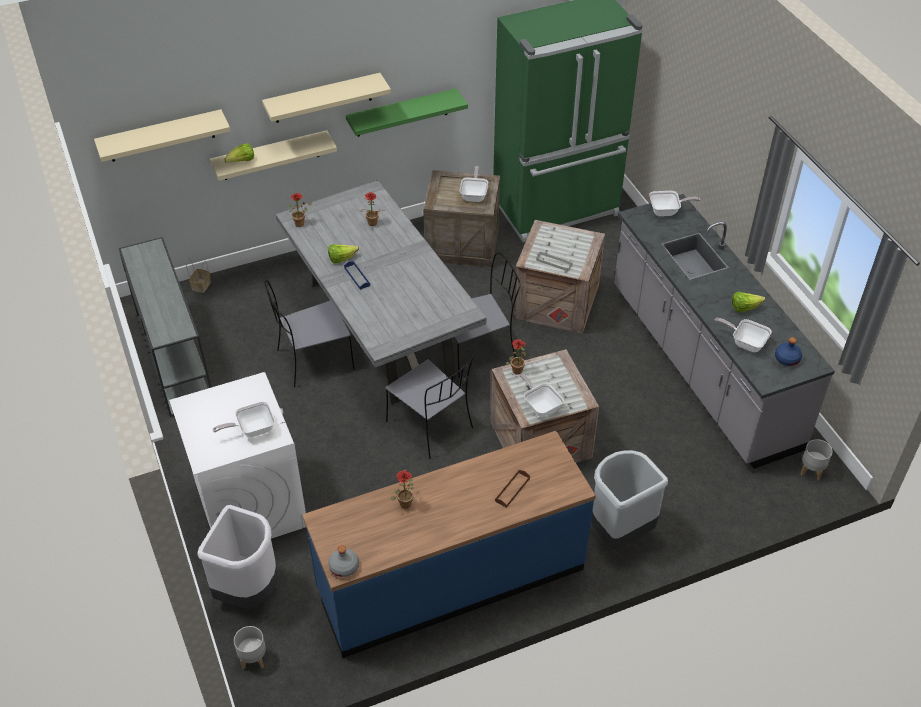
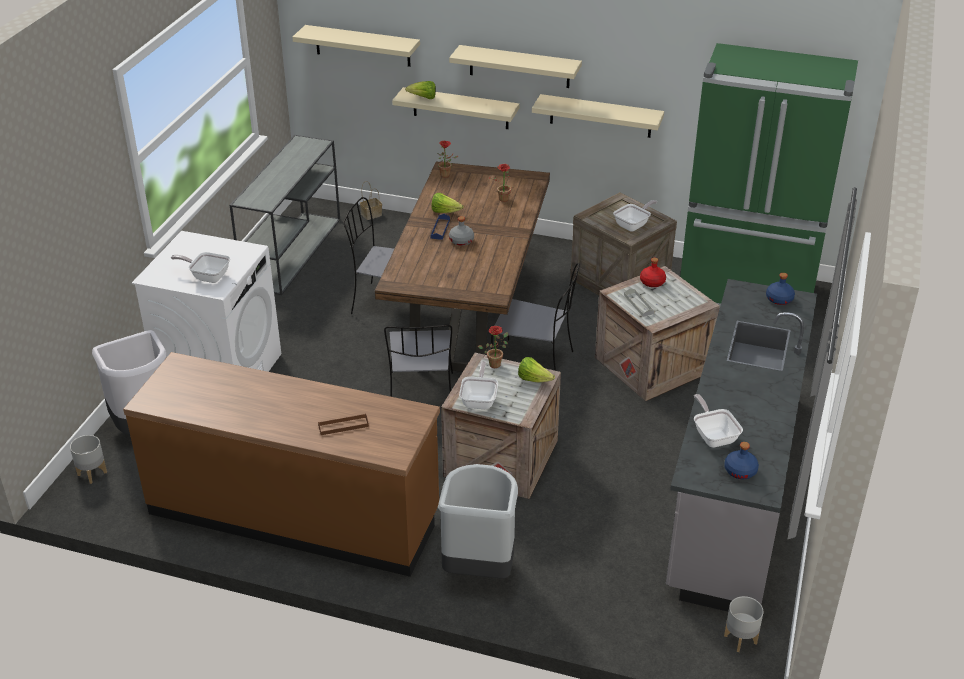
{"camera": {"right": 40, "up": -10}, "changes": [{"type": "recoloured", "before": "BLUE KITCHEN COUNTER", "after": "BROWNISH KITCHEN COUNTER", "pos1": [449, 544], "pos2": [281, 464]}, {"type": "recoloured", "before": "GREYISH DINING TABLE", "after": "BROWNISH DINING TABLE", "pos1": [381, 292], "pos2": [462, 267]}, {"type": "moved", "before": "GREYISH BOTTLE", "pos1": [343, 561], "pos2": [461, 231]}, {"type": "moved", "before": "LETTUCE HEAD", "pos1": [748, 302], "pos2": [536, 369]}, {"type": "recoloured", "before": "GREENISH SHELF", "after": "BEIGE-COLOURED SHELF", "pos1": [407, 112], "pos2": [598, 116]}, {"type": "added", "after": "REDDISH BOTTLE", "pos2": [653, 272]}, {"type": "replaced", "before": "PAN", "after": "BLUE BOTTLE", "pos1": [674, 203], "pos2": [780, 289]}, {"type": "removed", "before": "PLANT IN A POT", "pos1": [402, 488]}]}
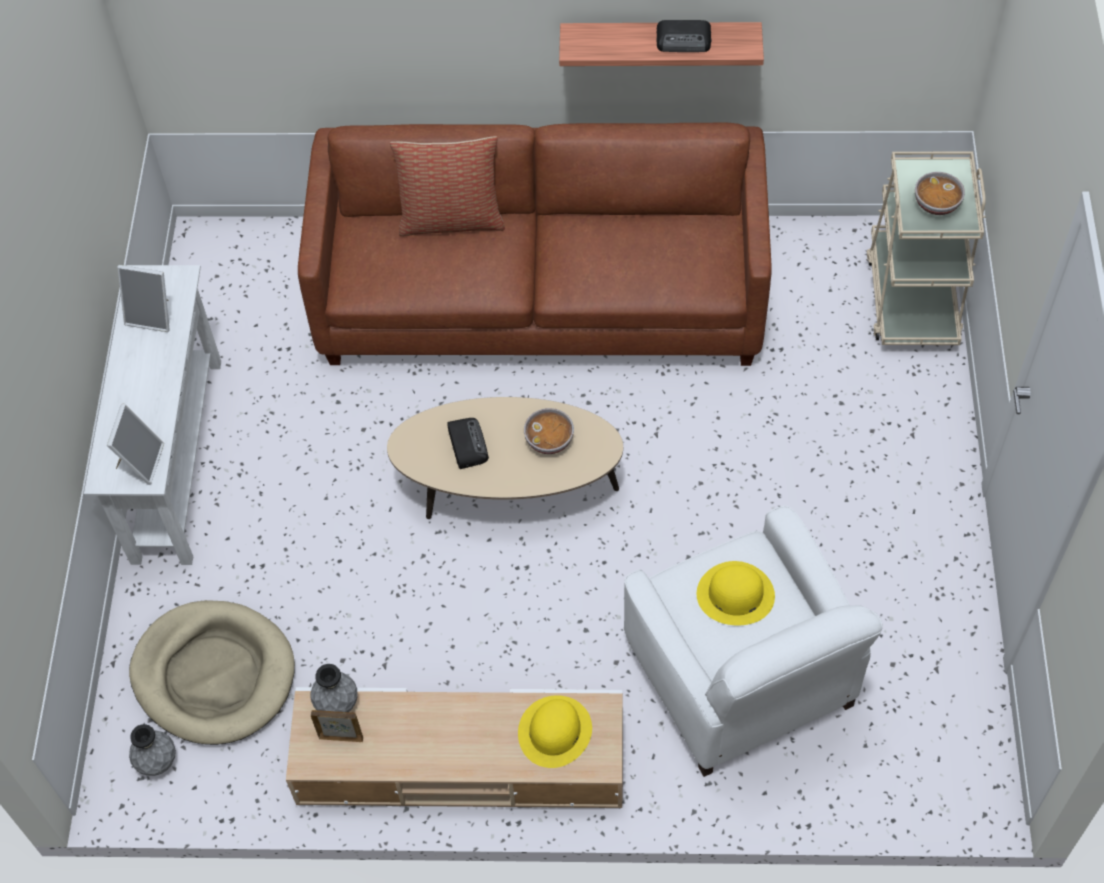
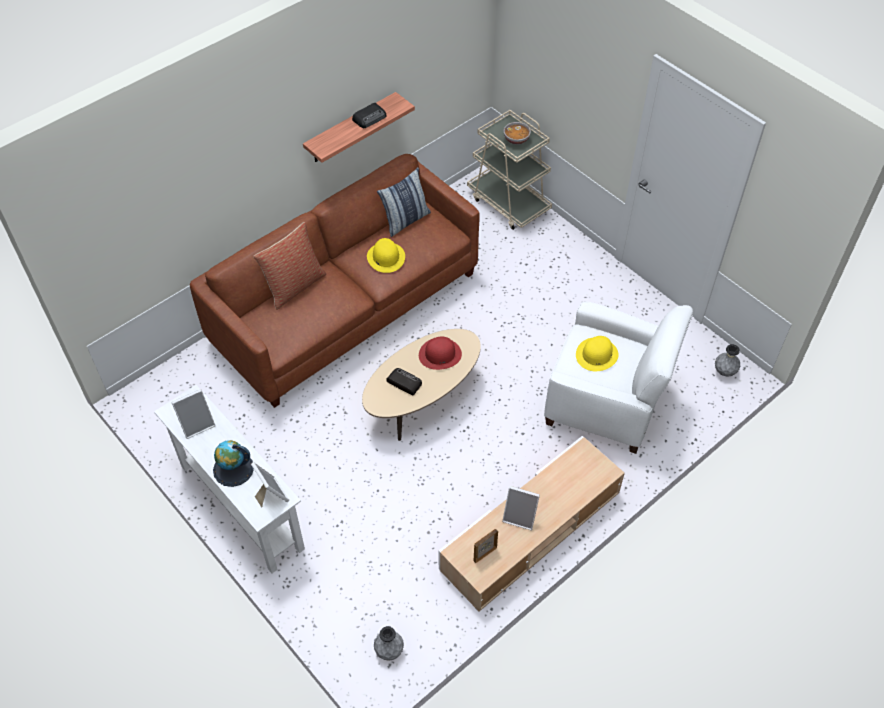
{"camera": {"right": -45, "up": -5}, "changes": [{"type": "added", "after": "GLOBE", "pos2": [233, 463]}, {"type": "moved", "before": "YELLOW-COLOURED HAT", "pos1": [555, 731], "pos2": [386, 255]}, {"type": "added", "after": "THROW PILLOW", "pos2": [404, 202]}, {"type": "replaced", "before": "SERVING BOWL", "after": "REDDISH HAT", "pos1": [549, 431], "pos2": [440, 353]}, {"type": "added", "after": "PHOTO FRAME", "pos2": [521, 508]}, {"type": "moved", "before": "GREYISH DECORATIVE VASE", "pos1": [334, 688], "pos2": [727, 360]}, {"type": "removed", "before": "BEIGE-COLOURED DOG CUSHION", "pos1": [212, 672]}]}
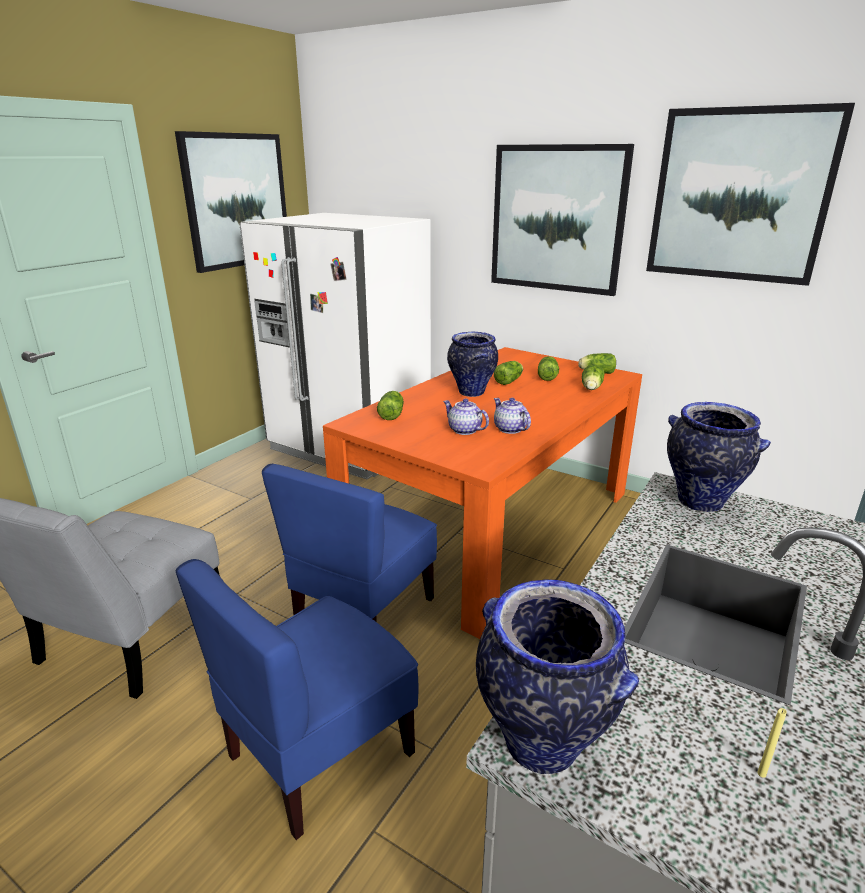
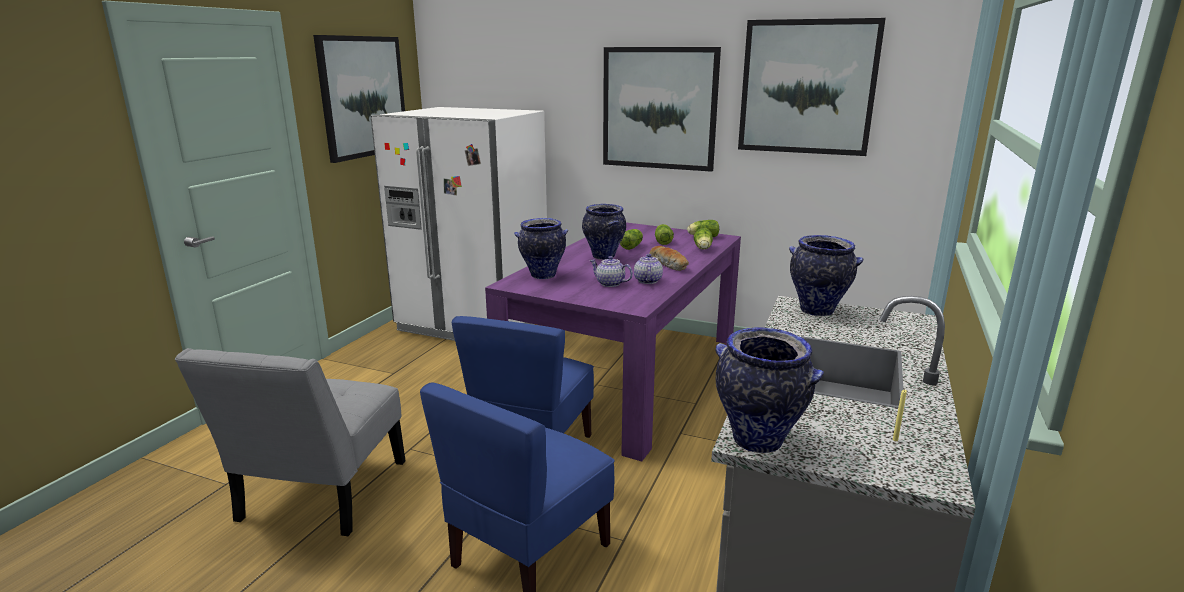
{"camera": {"right": -10, "up": -5}, "changes": [{"type": "recoloured", "before": "ORANGE DINING TABLE", "after": "PURPLE-COLOURED DINING TABLE", "pos1": [482, 493], "pos2": [613, 342]}, {"type": "replaced", "before": "LETTUCE HEAD", "after": "DECORATIVE VASE", "pos1": [390, 405], "pos2": [541, 248]}, {"type": "turned", "before": "TEAPOT", "pos1": [512, 416], "pos2": [648, 269], "turn": 45}, {"type": "added", "after": "BAKERY BREAD", "pos2": [669, 258]}]}
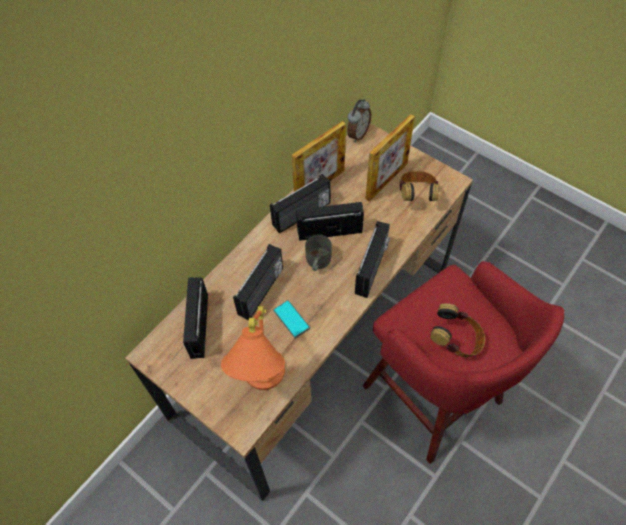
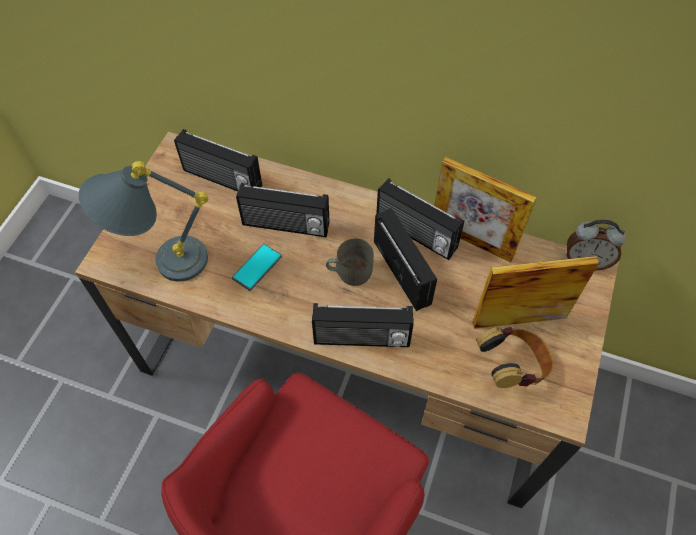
{"camera": {"right": 70, "up": 0}, "changes": [{"type": "recoloured", "before": "ORANGE LAMP FOR A TABLE", "after": "GREYISH LAMP FOR A TABLE", "pos1": [253, 348], "pos2": [143, 221]}, {"type": "turned", "before": "RADIO", "pos1": [195, 318], "pos2": [218, 160], "turn": -135}, {"type": "turned", "before": "PHOTO FRAME", "pos1": [390, 157], "pos2": [536, 292], "turn": 150}, {"type": "removed", "before": "PAIR OF HEADPHONES", "pos1": [457, 330]}]}
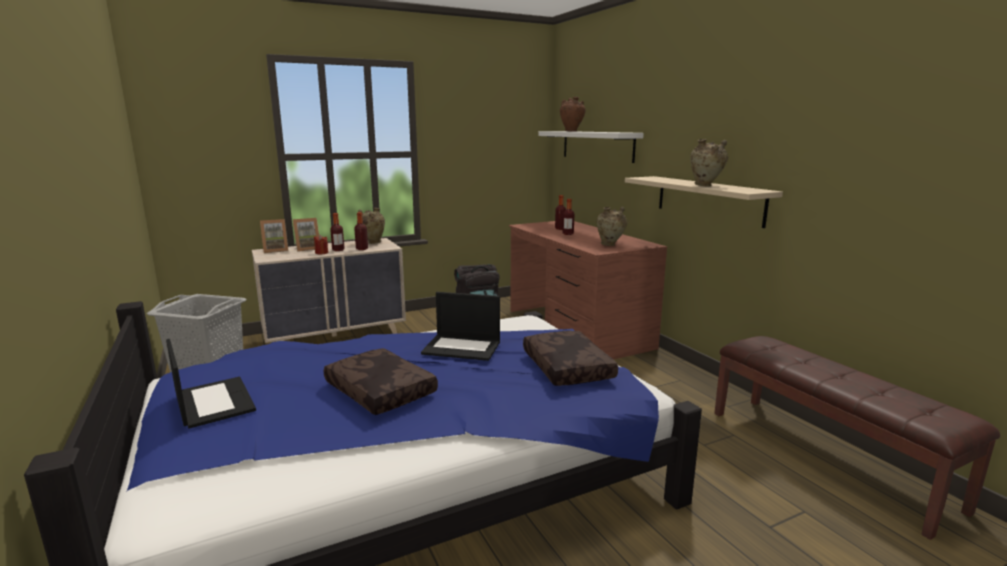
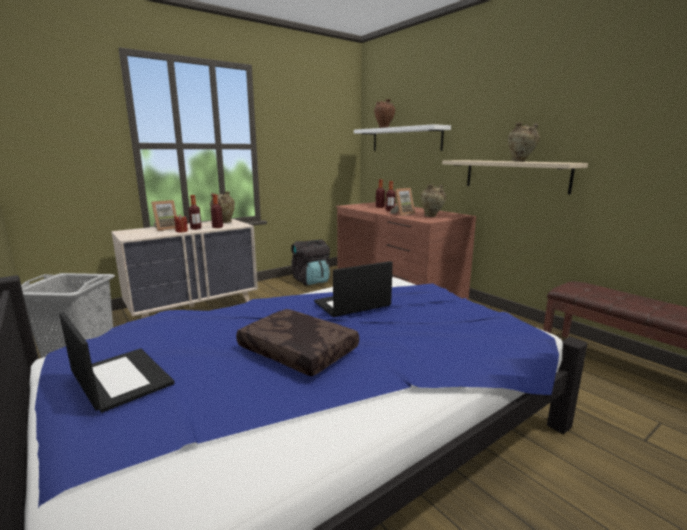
{"camera": {"right": -10, "up": 0}, "changes": [{"type": "turned", "before": "LAPTOP", "pos1": [460, 326], "pos2": [353, 289], "turn": 150}, {"type": "moved", "before": "PHOTO FRAME", "pos1": [274, 236], "pos2": [402, 202]}, {"type": "removed", "before": "BROWNISH THROW PILLOW", "pos1": [570, 358]}]}
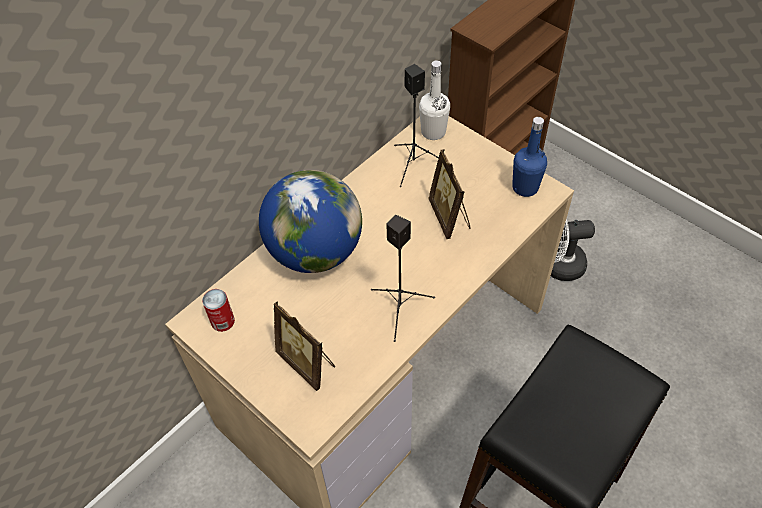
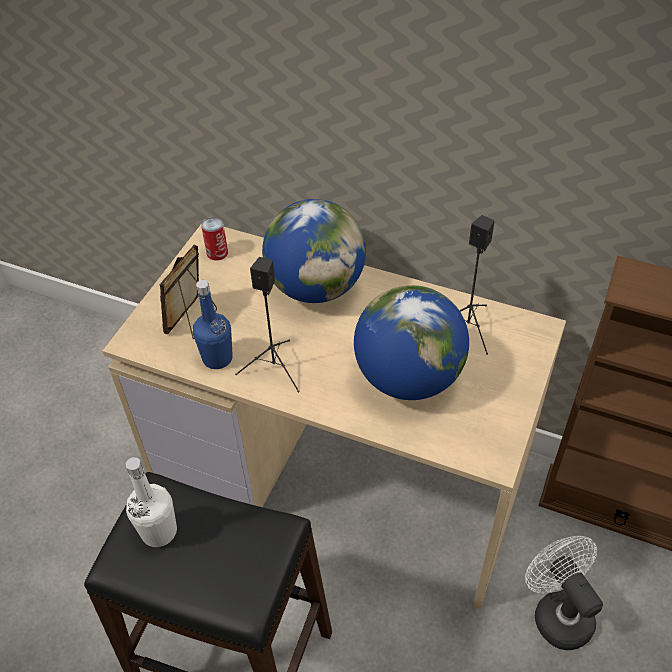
{"camera": {"right": 70, "up": -5}, "changes": [{"type": "moved", "before": "WHITE-COLOURED BOTTLE", "pos1": [434, 100], "pos2": [151, 502]}, {"type": "moved", "before": "BLUE BOTTLE", "pos1": [529, 157], "pos2": [213, 324]}, {"type": "replaced", "before": "PHOTO FRAME", "after": "GLOBE", "pos1": [449, 194], "pos2": [411, 342]}]}
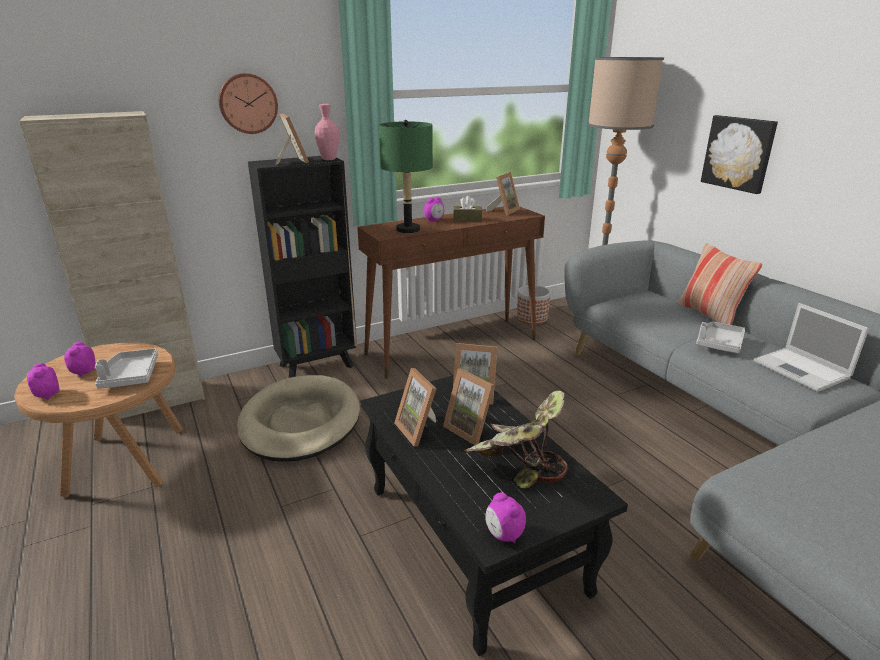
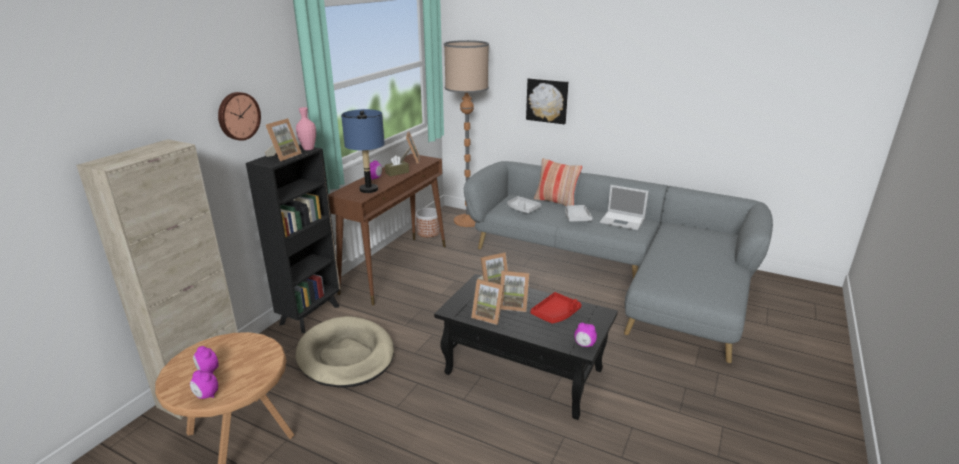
{"camera": {"right": -35, "up": 0}, "changes": [{"type": "turned", "before": "PHOTO FRAME", "pos1": [292, 139], "pos2": [283, 139], "turn": 90}, {"type": "recoloured", "before": "GREENISH LAMP FOR A TABLE", "after": "BLUE LAMP FOR A TABLE", "pos1": [406, 176], "pos2": [363, 151]}, {"type": "moved", "before": "GREYISH TRAY", "pos1": [126, 368], "pos2": [524, 204]}, {"type": "replaced", "before": "PLANT IN A POT", "after": "REDDISH TRAY", "pos1": [516, 439], "pos2": [556, 307]}]}
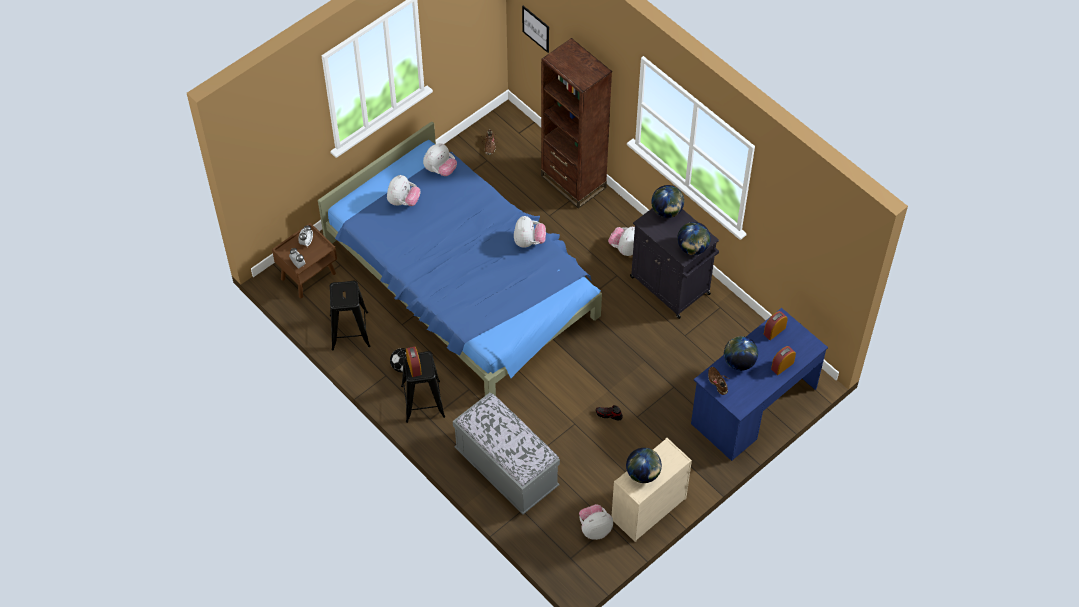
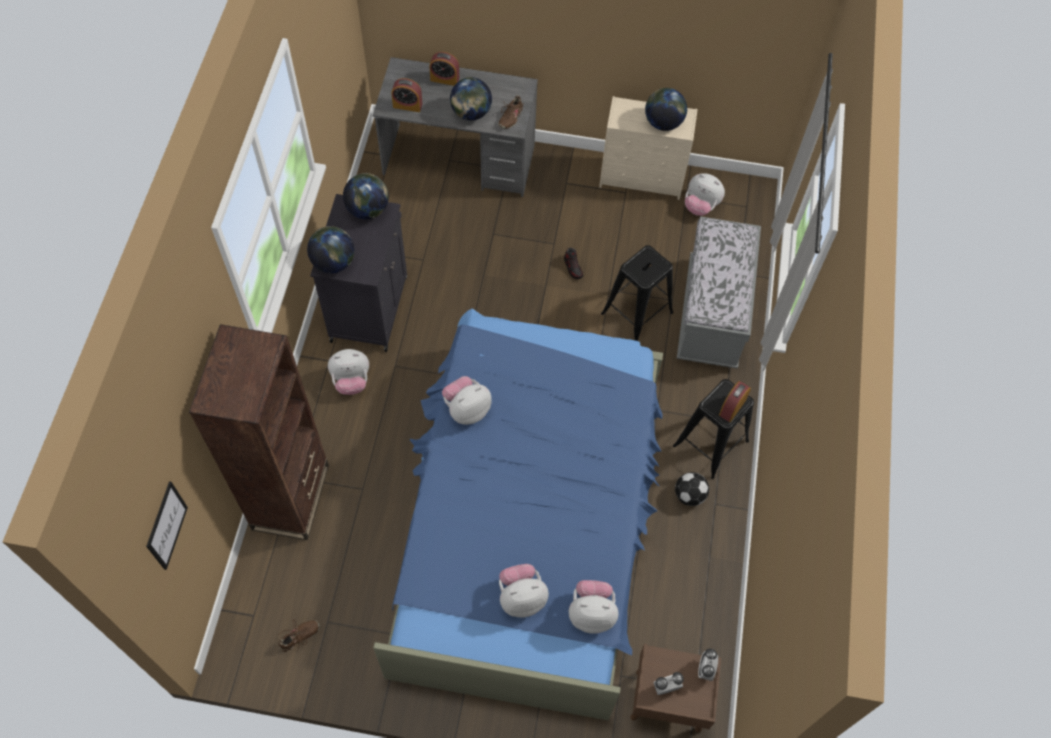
{"camera": {"right": -130, "up": 5}, "changes": [{"type": "recoloured", "before": "BLUE DESK", "after": "GREYISH DESK", "pos1": [759, 384], "pos2": [455, 127]}, {"type": "moved", "before": "CUDDLY TOY", "pos1": [440, 159], "pos2": [594, 607]}, {"type": "moved", "before": "BLACK STOOL", "pos1": [349, 316], "pos2": [637, 293]}]}
